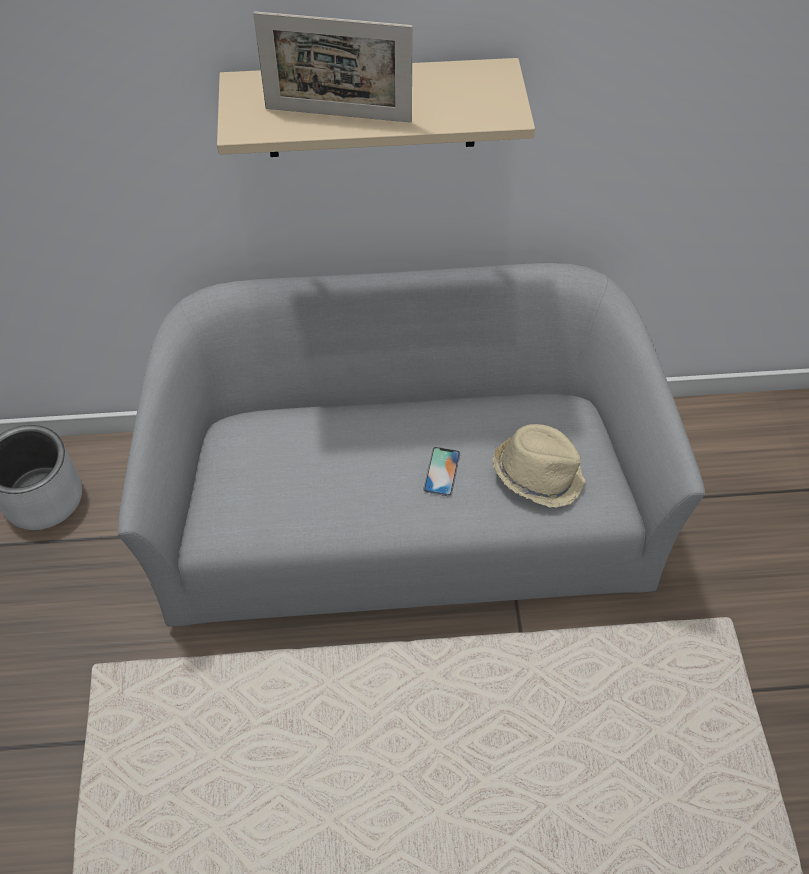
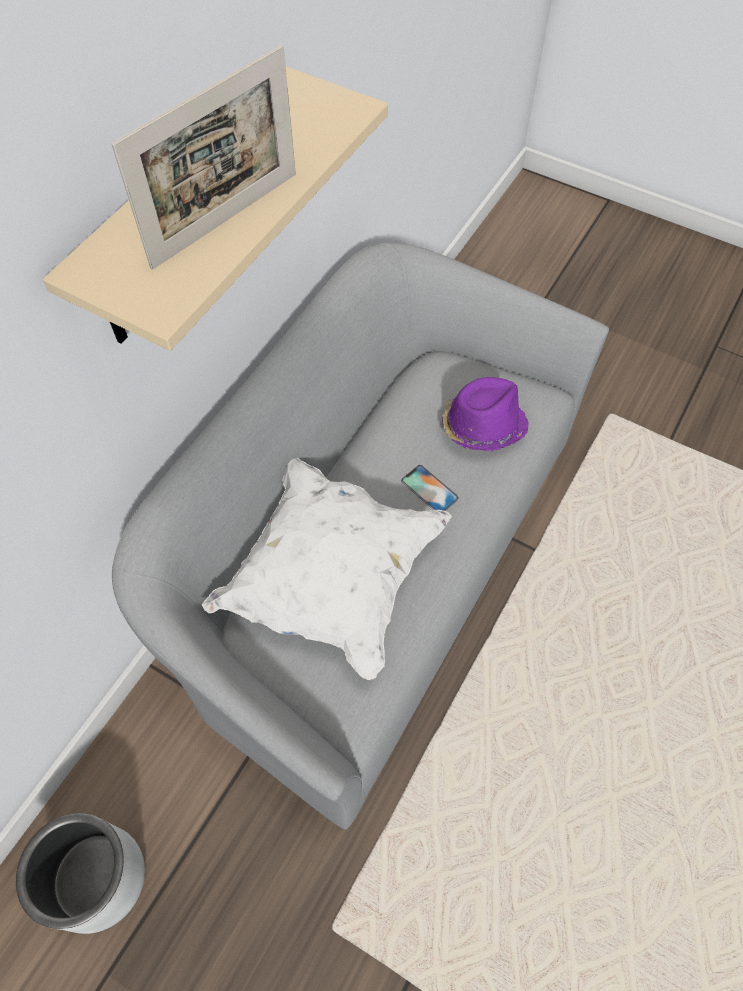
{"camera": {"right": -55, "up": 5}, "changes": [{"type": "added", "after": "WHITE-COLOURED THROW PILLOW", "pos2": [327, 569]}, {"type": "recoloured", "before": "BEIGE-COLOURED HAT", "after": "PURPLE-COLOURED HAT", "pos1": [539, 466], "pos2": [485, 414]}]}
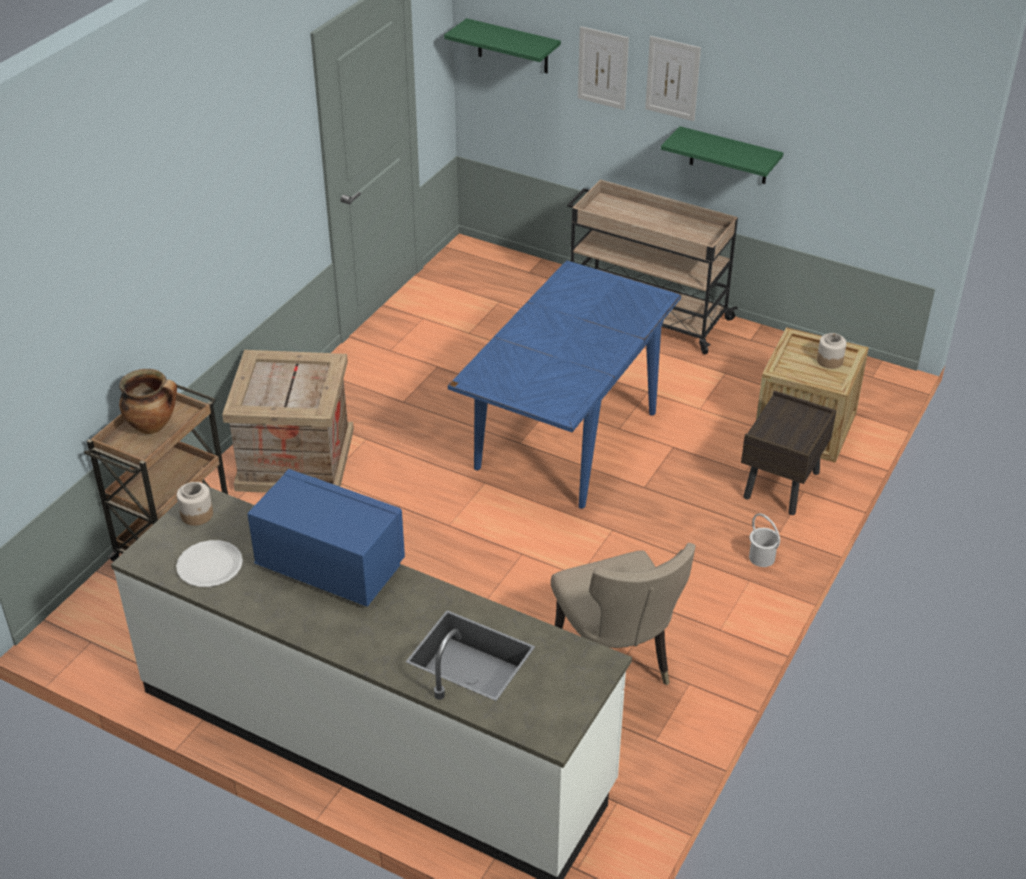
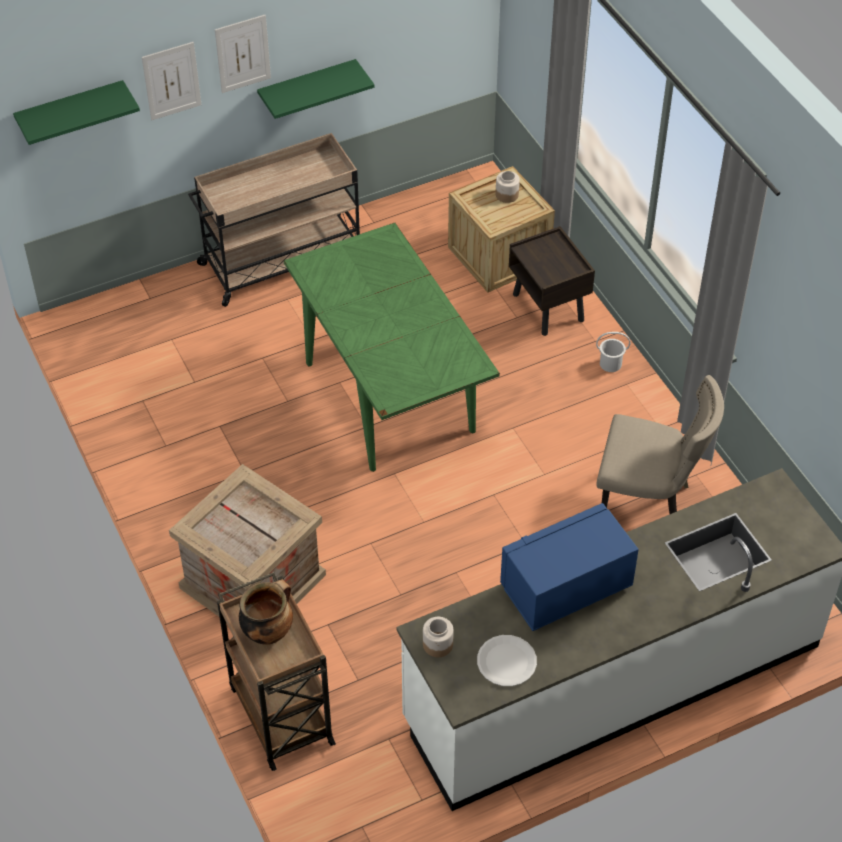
{"camera": {"right": -55, "up": 10}, "changes": [{"type": "recoloured", "before": "BLUE DINING TABLE", "after": "GREENISH DINING TABLE", "pos1": [564, 384], "pos2": [392, 347]}]}
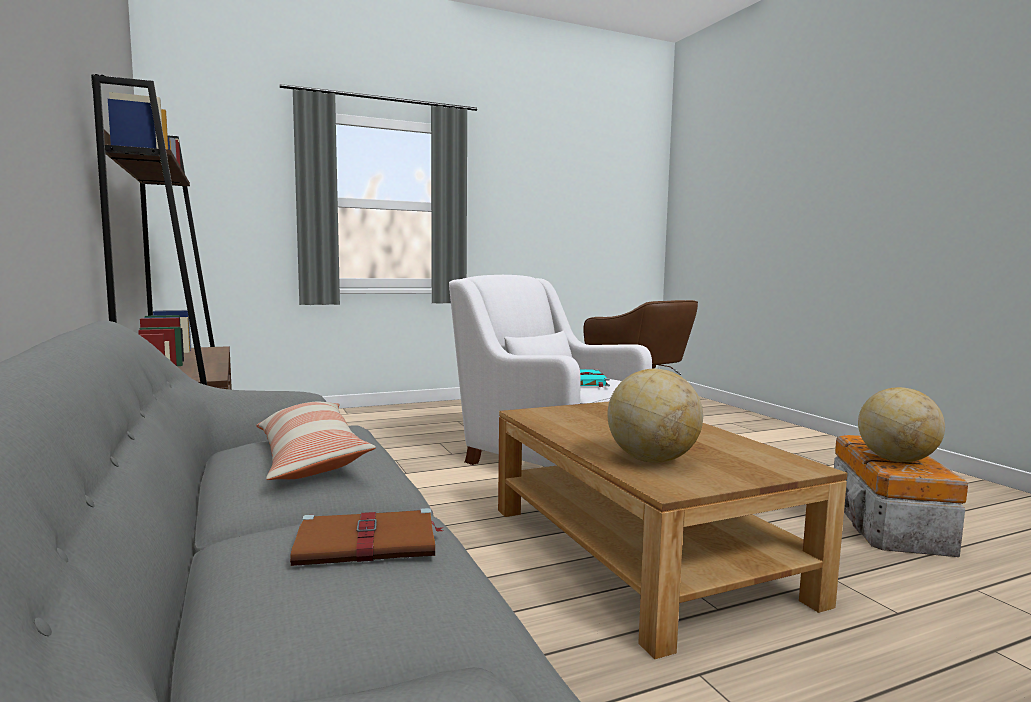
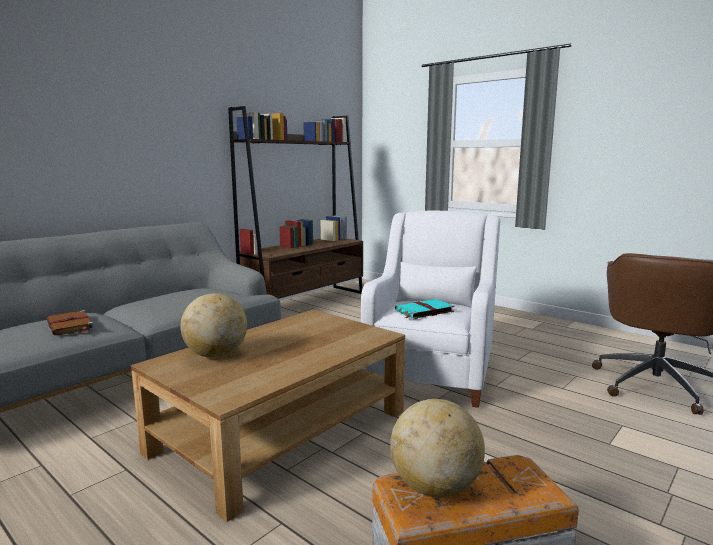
{"camera": {"right": 65, "up": 5}, "changes": [{"type": "removed", "before": "THROW PILLOW", "pos1": [316, 441]}]}
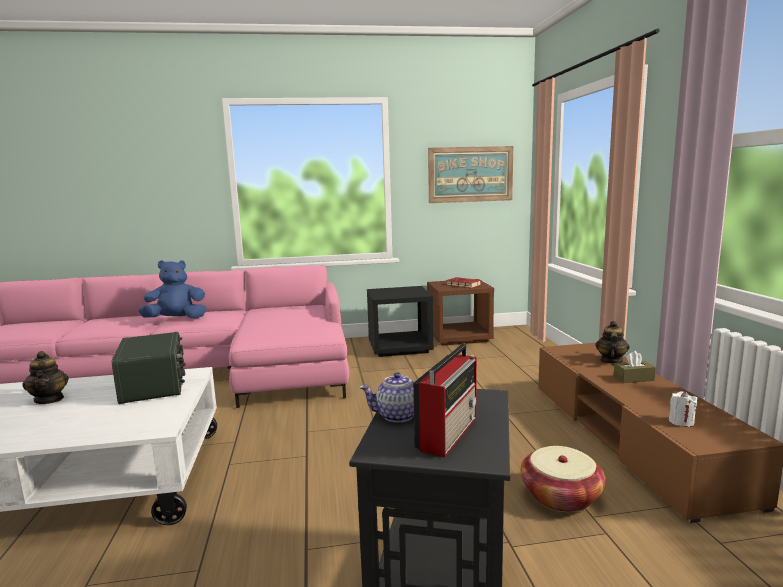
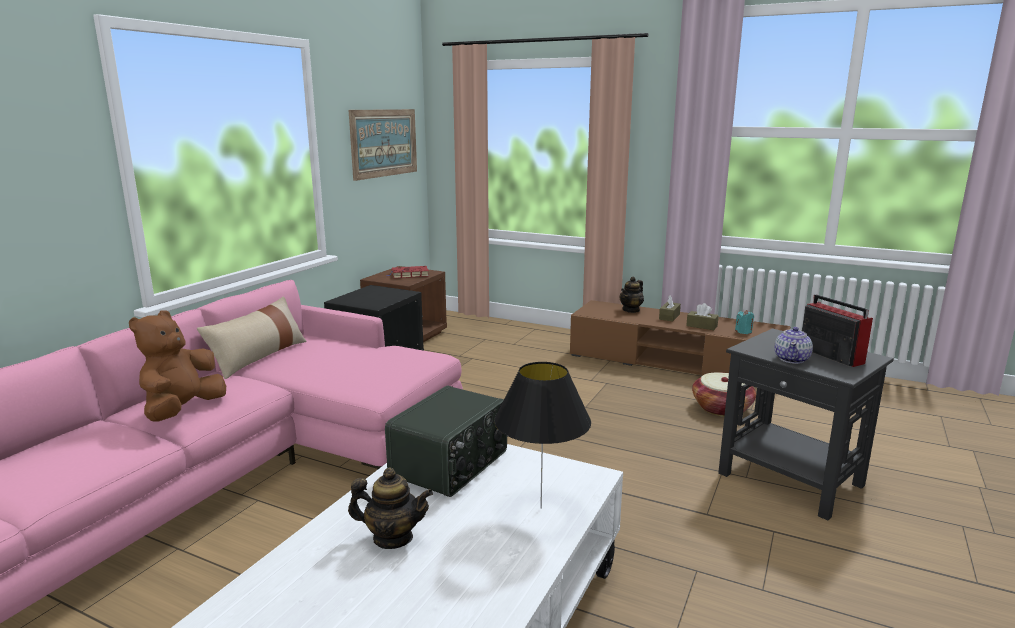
{"camera": {"right": -55, "up": 5}, "changes": [{"type": "recoloured", "before": "BLUE CUDDLY TOY", "after": "BROWNISH CUDDLY TOY", "pos1": [172, 289], "pos2": [177, 366]}, {"type": "added", "after": "BEIGE-COLOURED THROW PILLOW", "pos2": [252, 337]}, {"type": "turned", "before": "RADIO", "pos1": [149, 368], "pos2": [446, 441], "turn": 105}, {"type": "added", "after": "BLACK LAMP FOR A TABLE", "pos2": [542, 435]}, {"type": "turned", "before": "TEAPOT", "pos1": [613, 342], "pos2": [632, 295], "turn": -105}, {"type": "added", "after": "BROWNISH TISSUE BOX", "pos2": [702, 316]}, {"type": "recoloured", "before": "WHITE-COLOURED WAX LIGHT", "after": "BLUE-GREEN WAX LIGHT", "pos1": [683, 409], "pos2": [744, 322]}]}
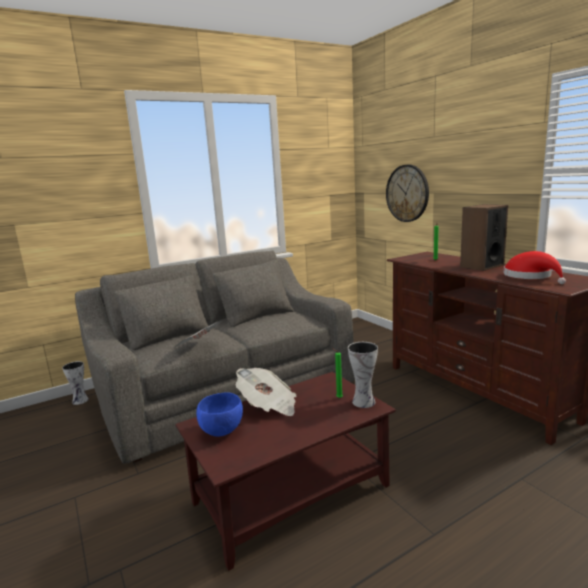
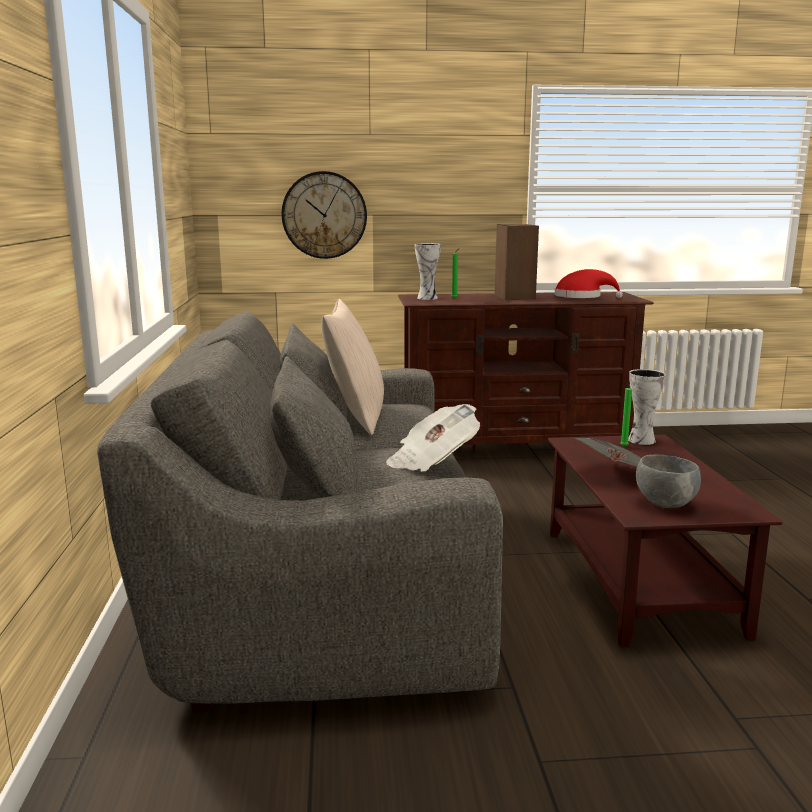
{"camera": {"right": -65, "up": 0}, "changes": [{"type": "added", "after": "BEIGE-COLOURED THROW PILLOW", "pos2": [352, 367]}, {"type": "moved", "before": "DECORATIVE VASE", "pos1": [75, 383], "pos2": [428, 271]}, {"type": "recoloured", "before": "BLUE SERVING BOWL", "after": "GREYISH SERVING BOWL", "pos1": [219, 414], "pos2": [668, 481]}]}
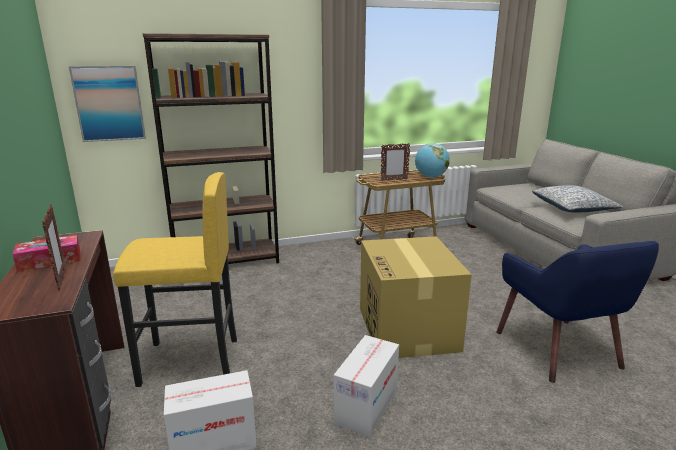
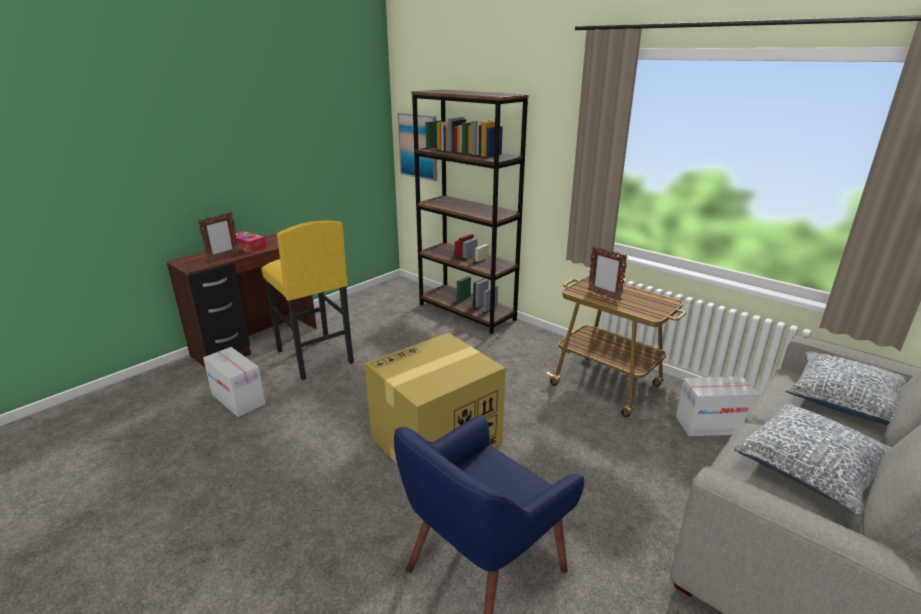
{"camera": {"right": 60, "up": 5}, "changes": [{"type": "moved", "before": "CARDBOARD BOX", "pos1": [366, 386], "pos2": [717, 406]}, {"type": "added", "after": "THROW PILLOW", "pos2": [846, 387]}, {"type": "removed", "before": "GLOBE", "pos1": [432, 160]}]}
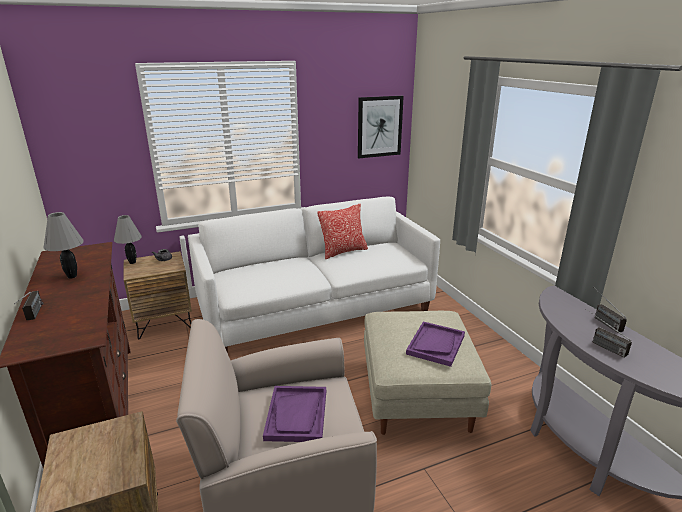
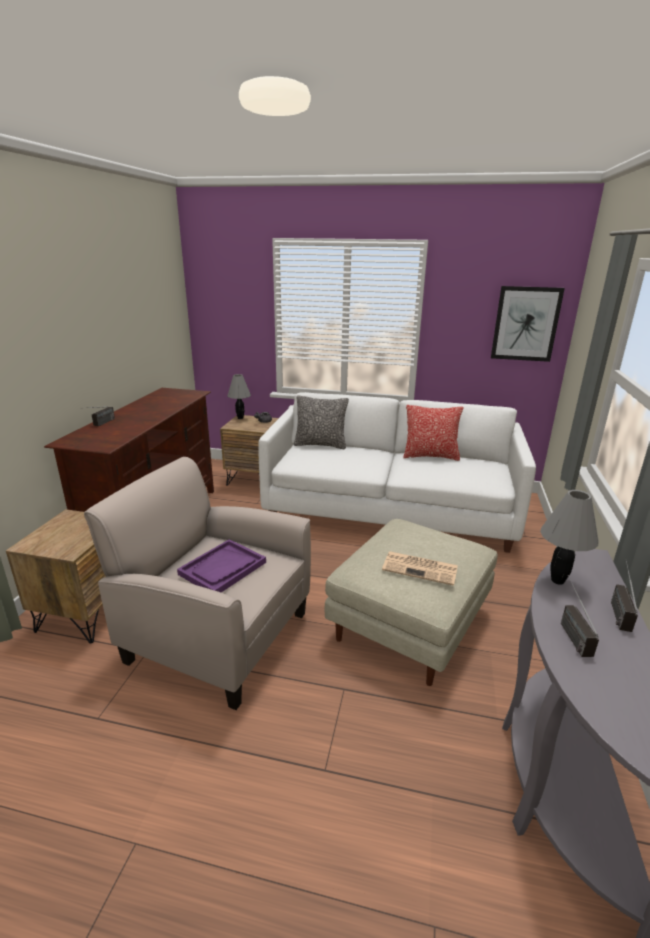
{"camera": {"right": 35, "up": 0}, "changes": [{"type": "added", "after": "THROW PILLOW", "pos2": [321, 422]}, {"type": "replaced", "before": "PURPLE-COLOURED TRAY", "after": "NEWSPAPER", "pos1": [435, 344], "pos2": [420, 568]}, {"type": "moved", "before": "GREYISH LAMP FOR A TABLE", "pos1": [63, 245], "pos2": [569, 537]}]}
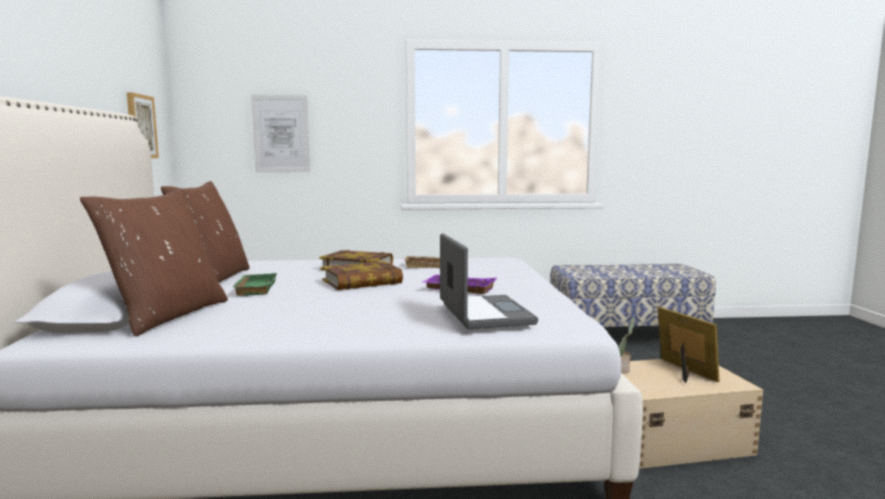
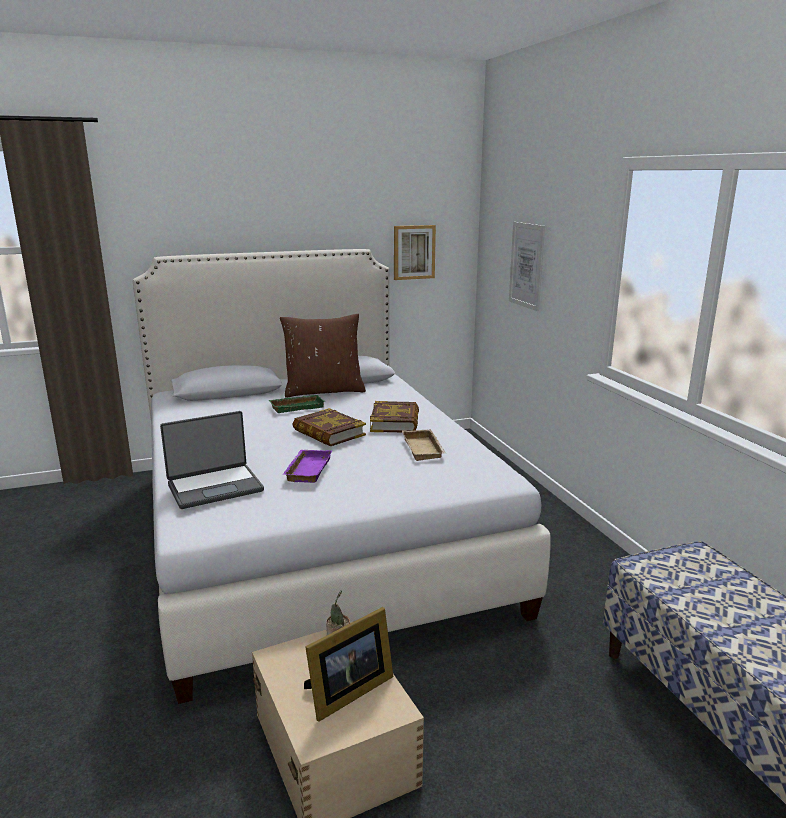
{"camera": {"right": 75, "up": 10}, "changes": [{"type": "removed", "before": "BROWNISH THROW PILLOW", "pos1": [154, 263]}]}
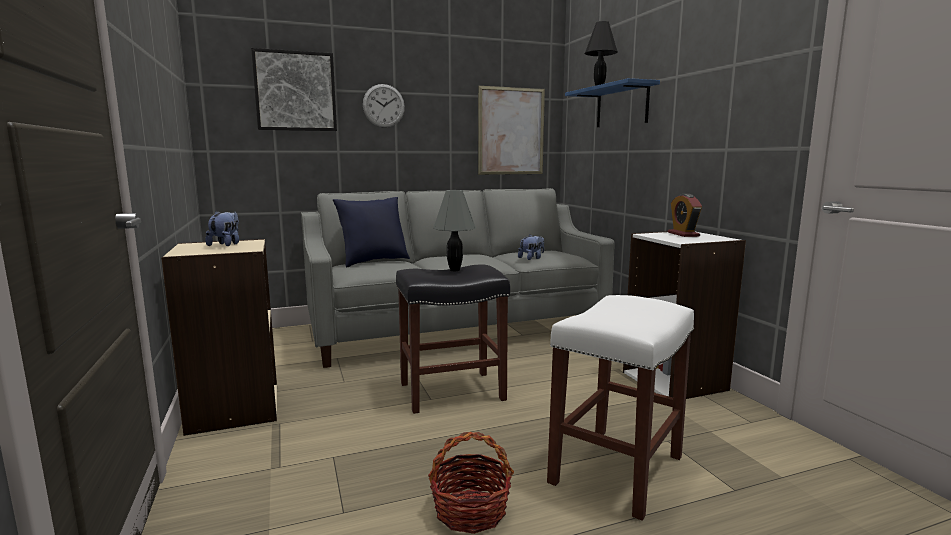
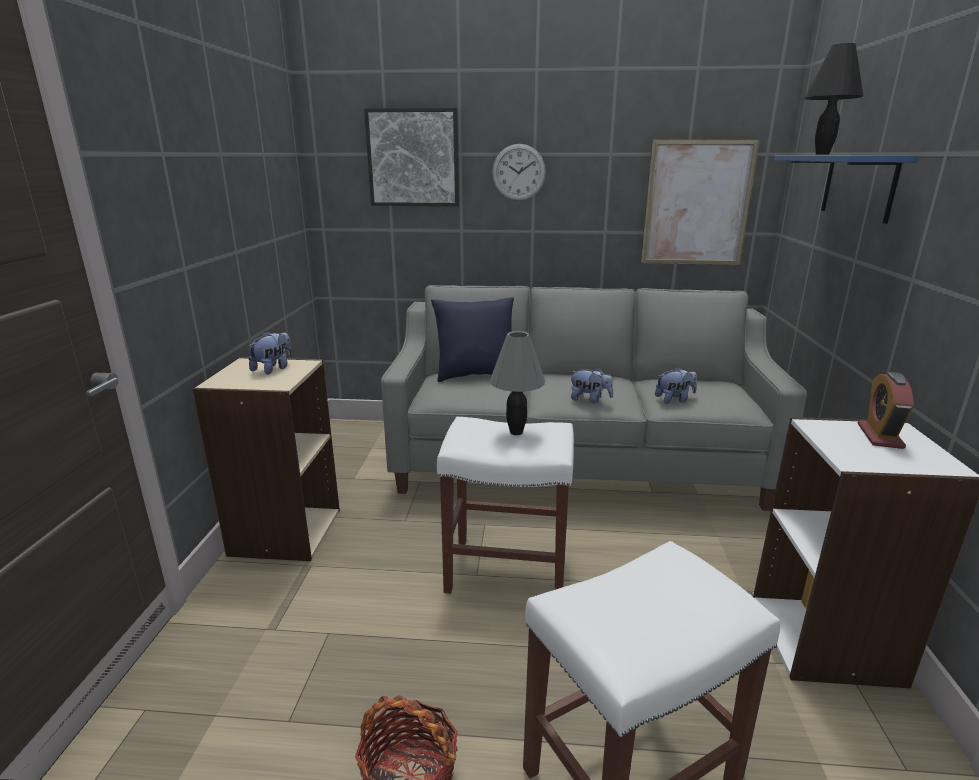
{"camera": {"right": 25, "up": 10}, "changes": [{"type": "recoloured", "before": "BLACK STOOL", "after": "WHITE-COLOURED STOOL", "pos1": [453, 339], "pos2": [505, 505]}, {"type": "added", "after": "CUDDLY TOY", "pos2": [591, 385]}]}
